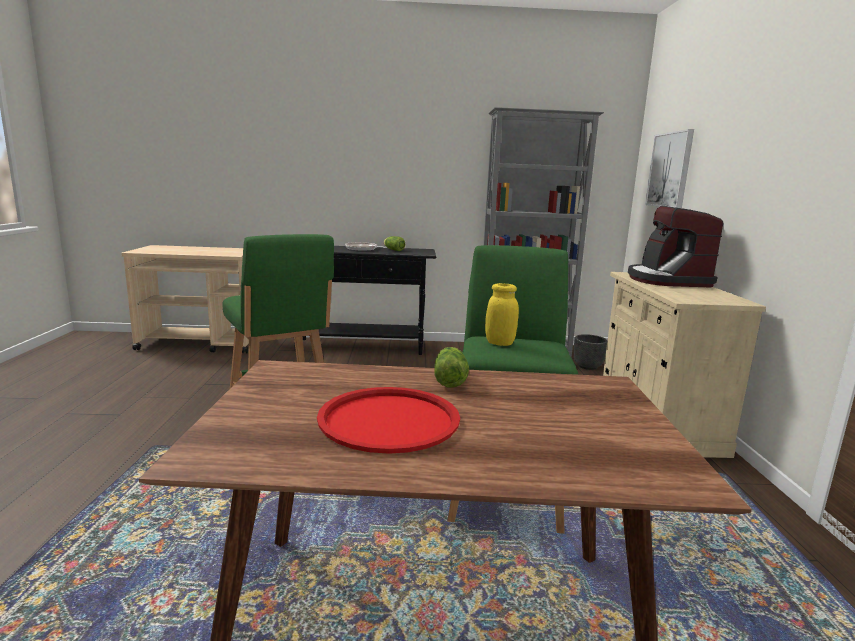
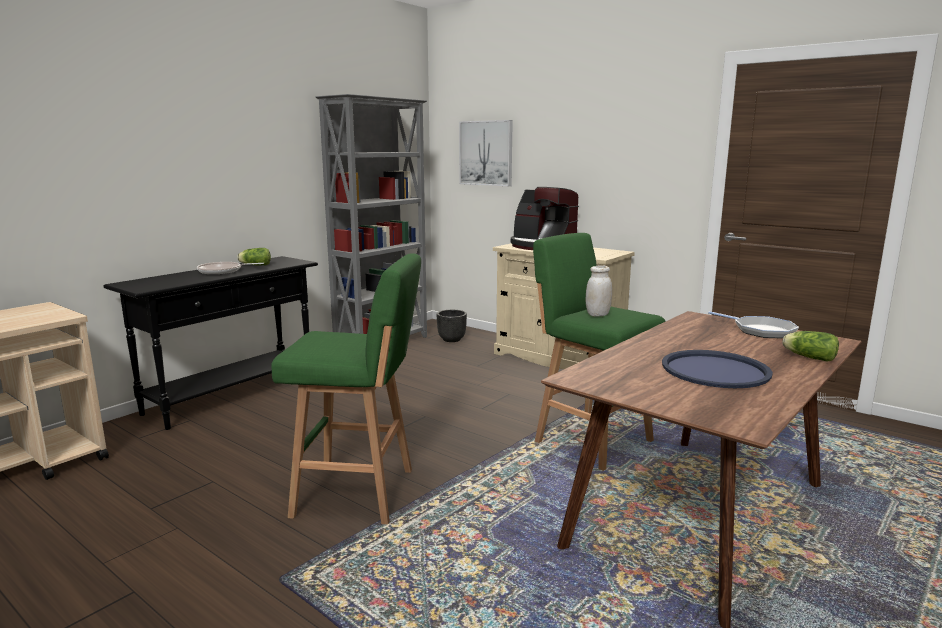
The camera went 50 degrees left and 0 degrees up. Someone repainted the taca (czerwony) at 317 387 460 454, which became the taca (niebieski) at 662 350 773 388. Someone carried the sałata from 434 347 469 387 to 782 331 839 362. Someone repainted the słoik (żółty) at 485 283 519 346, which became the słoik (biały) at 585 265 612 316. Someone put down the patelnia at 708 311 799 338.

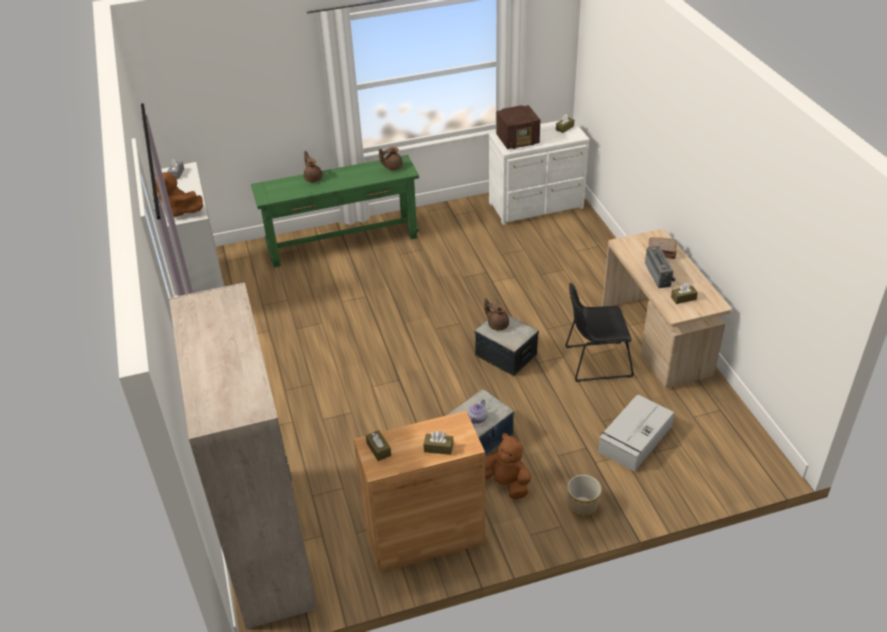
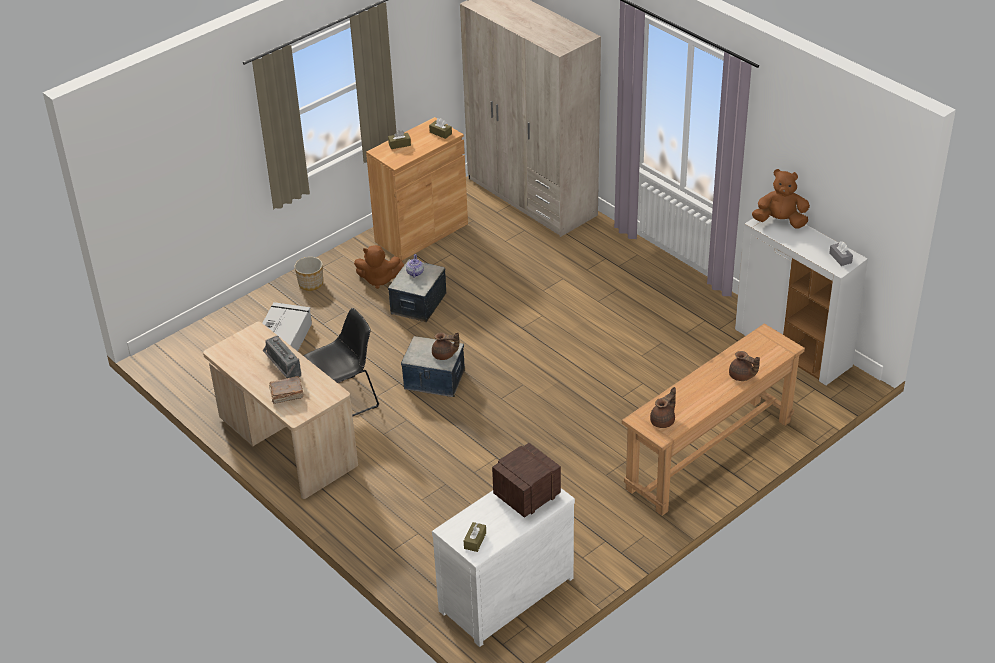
The camera went 155 degrees right and 0 degrees up. Someone repainted the stolik konsolowy (zielony) at 251 155 419 268, which became the stolik konsolowy (brązowy) at 622 323 805 516. Someone took away the pudełko chusteczek (brązowy) at 671 283 698 304.

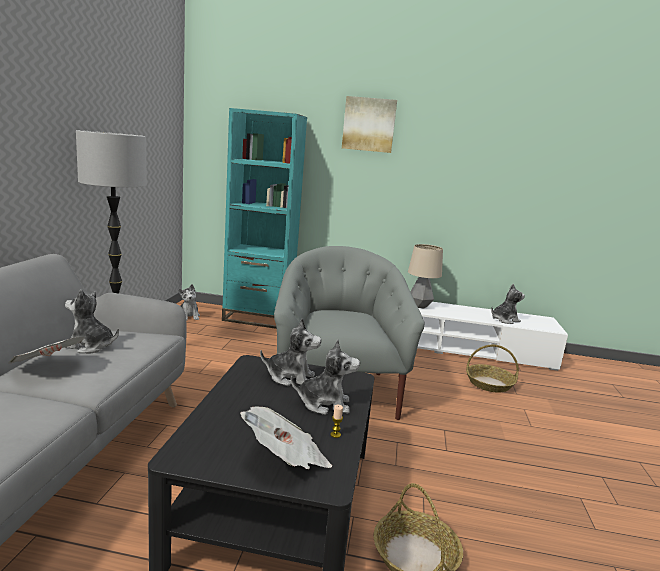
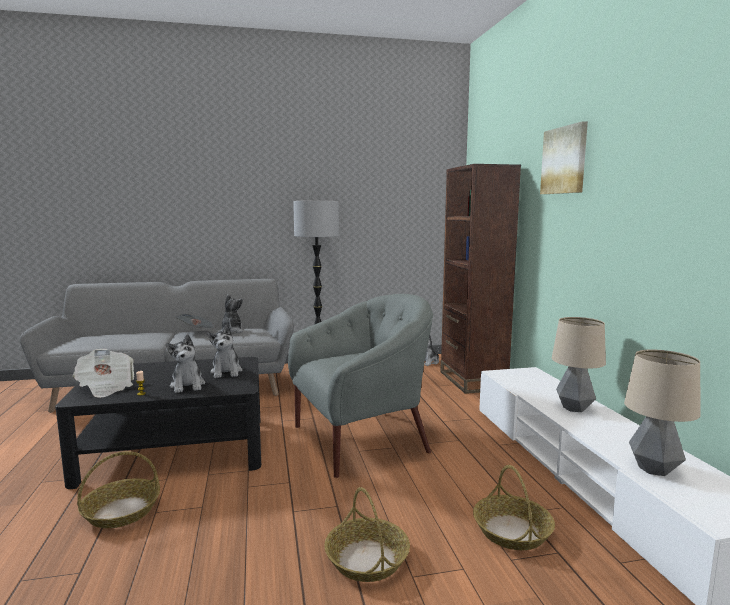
The camera went 70 degrees right and 5 degrees down. Someone repainted the regał (turkusowy) at 222 108 307 329, which became the regał (brązowy) at 440 164 521 394. Someone swapped the pluszak at 491 284 525 324 for the lampa stołowa at 624 349 701 476. Someone put down the koszyk at 324 487 410 582.

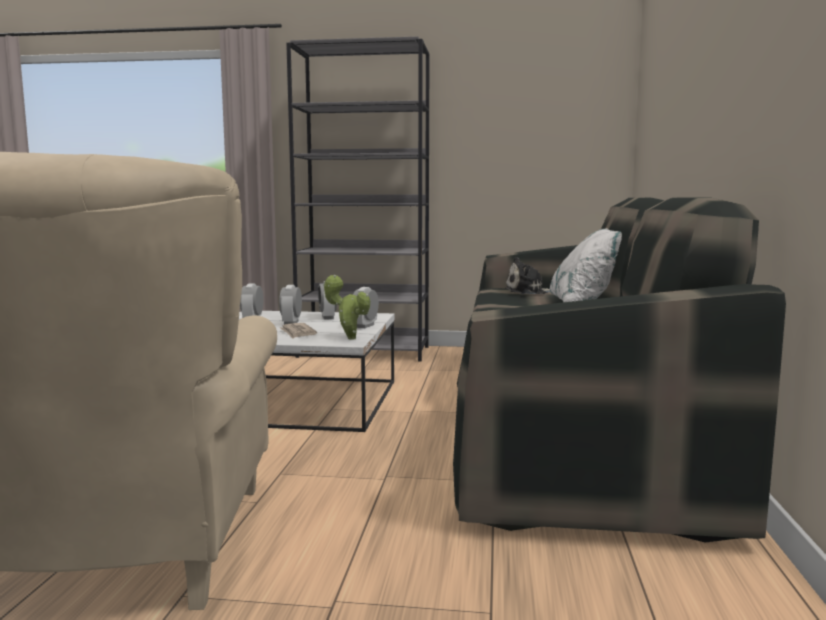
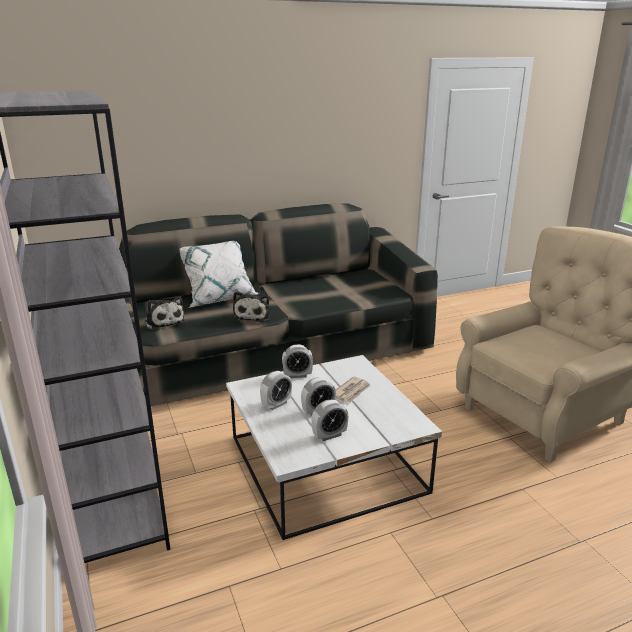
The camera went 120 degrees left and 15 degrees up. Someone took away the roślina doniczkowa at 323 275 370 340. Someone put down the pluszak at 233 291 270 322.

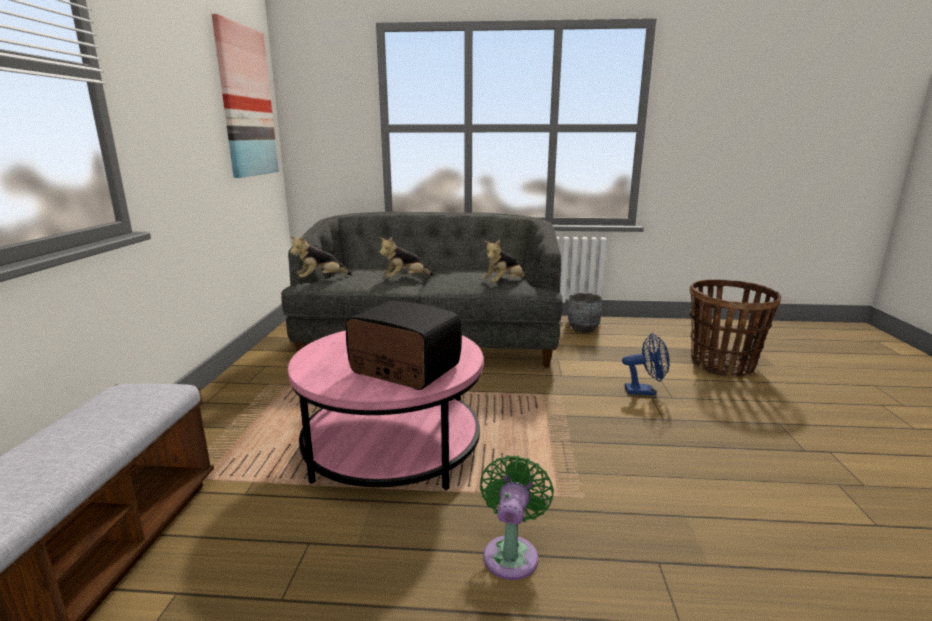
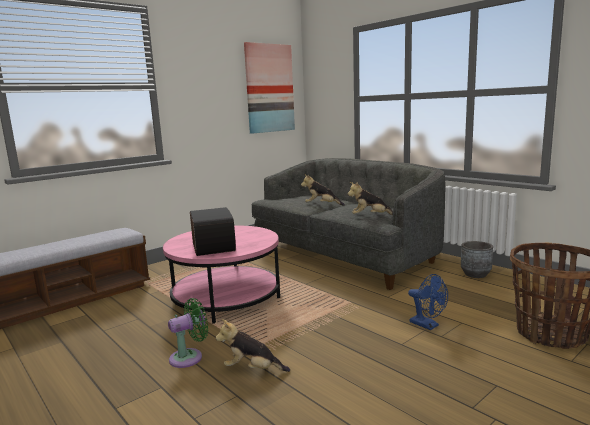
The camera went 45 degrees right and 5 degrees down. Someone carried the pluszak from 290 236 352 278 to 216 319 290 372.

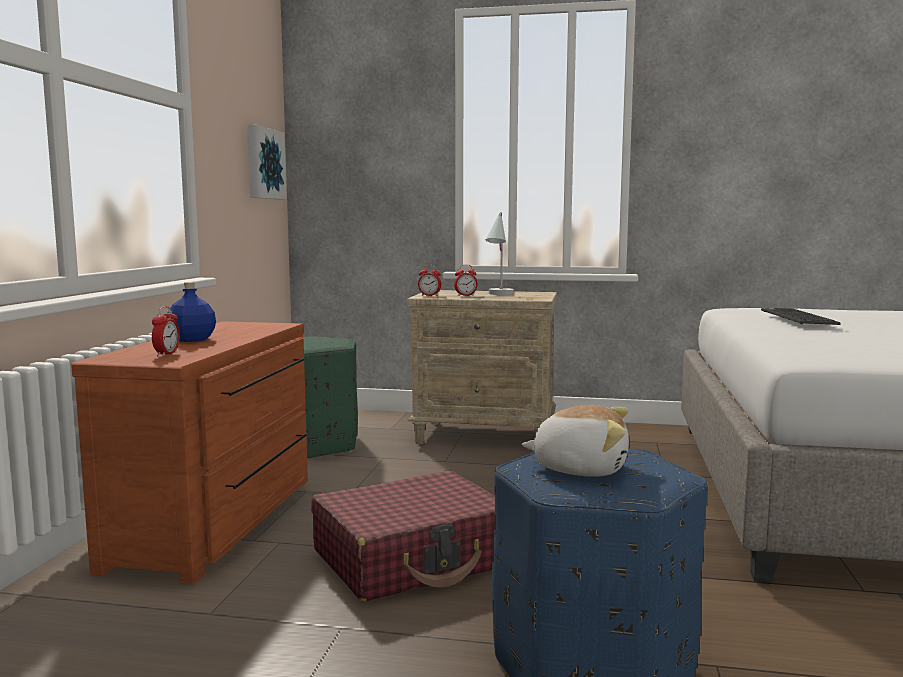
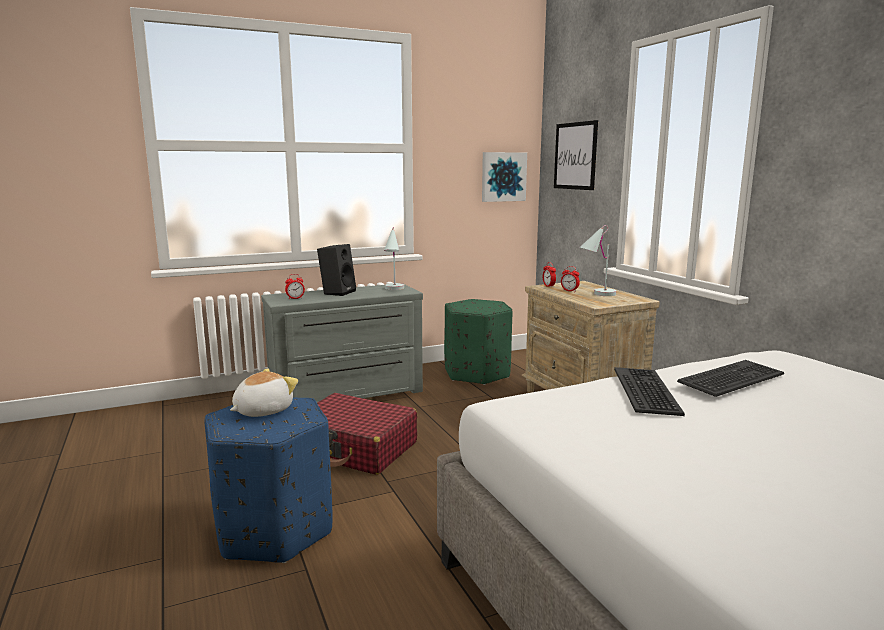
The camera went 55 degrees right and 5 degrees up. Someone repainted the komoda (brązowy) at 71 321 308 584, which became the komoda (szary) at 261 283 423 402. Someone swapped the butelka (niebieski) at 168 282 216 342 for the głośnik (czarny) at 317 244 356 296. Someone rotated the pluszak at 521 405 629 477 by 120 degrees counterclockwise. Someone put down the lampa stołowa (biały) at 384 227 404 290. Someone put up the obraz at 554 120 598 190. Someone put down the klawiatura at 614 367 685 416.

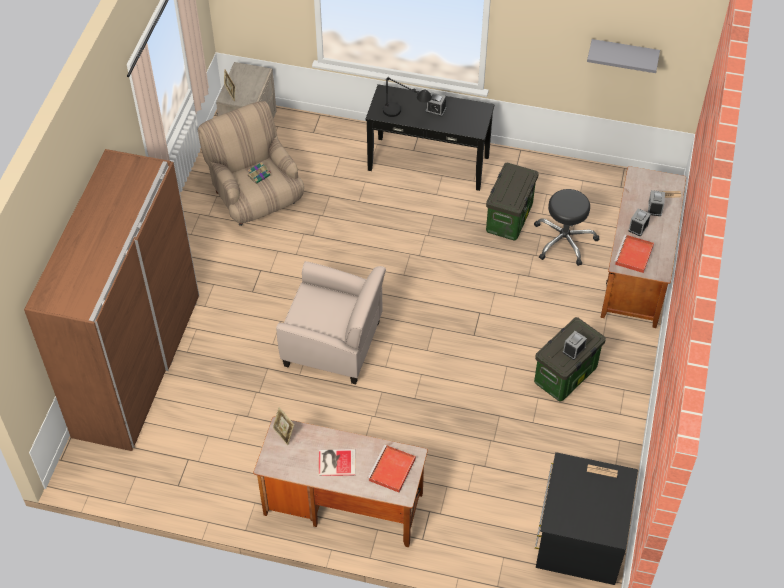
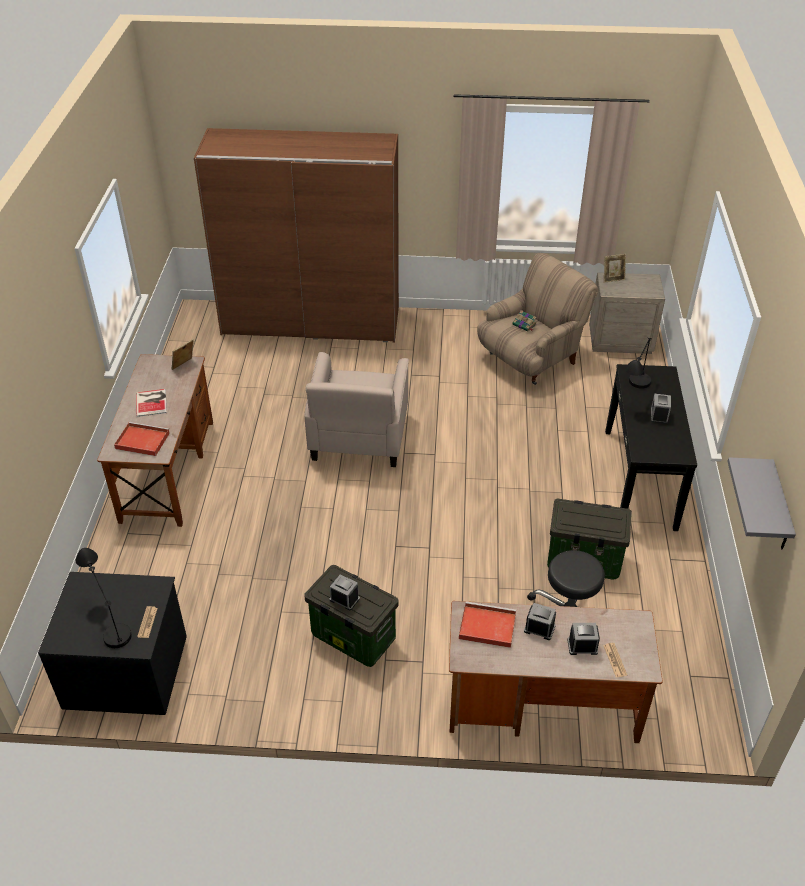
The camera went 80 degrees right and 10 degrees down. Someone put down the lampa stołowa (czarny) at 76 548 132 648.

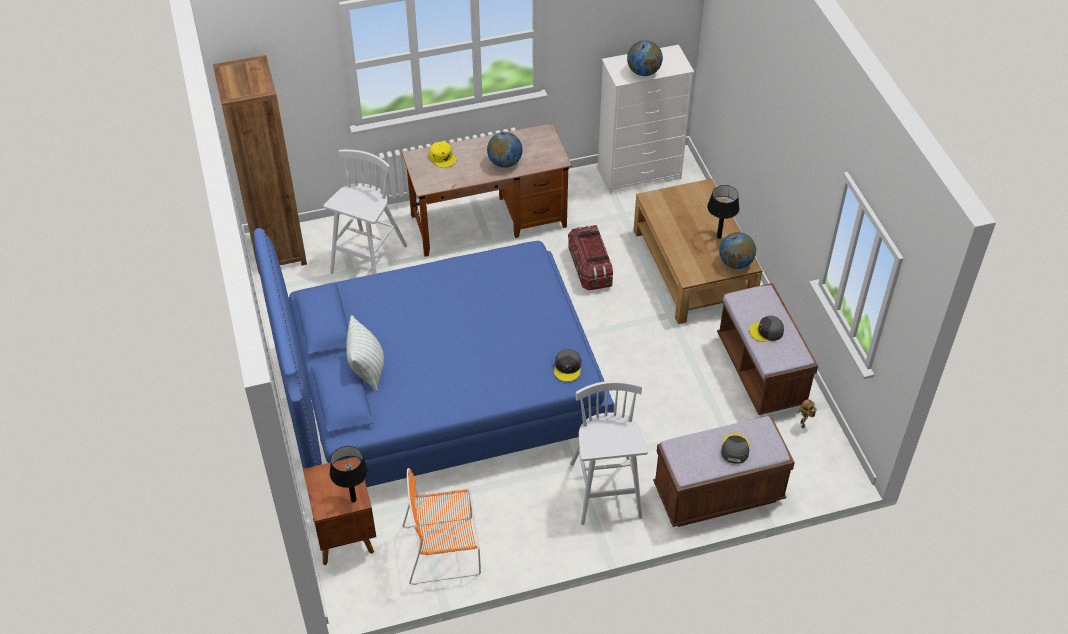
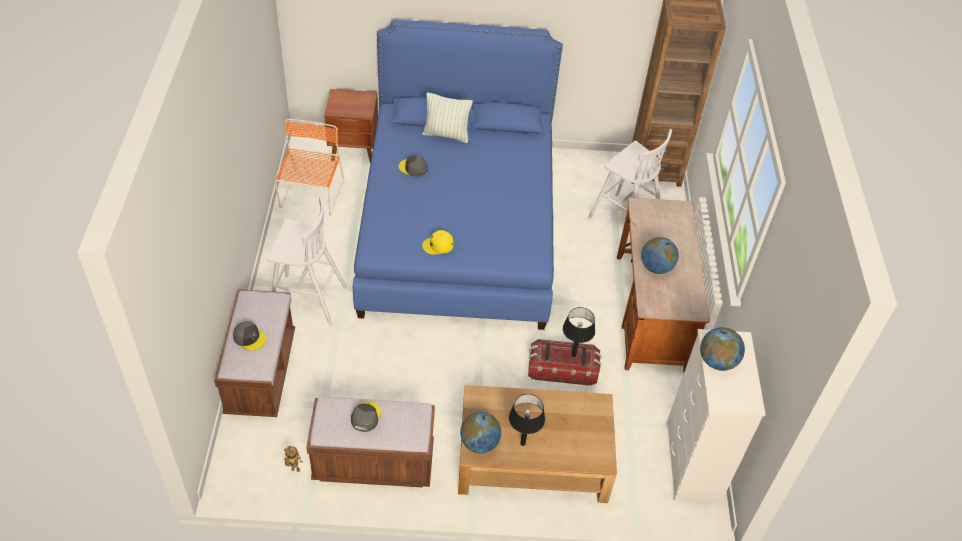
The camera went 105 degrees right and 0 degrees up. Someone carried the lampa stołowa (czarny) from 330 446 368 502 to 563 307 595 357. Someone carried the czapka z daszkiem (żółty) from 429 141 456 168 to 422 230 454 255. Someone carried the czapka z daszkiem (szary) from 554 349 581 382 to 399 155 428 177.

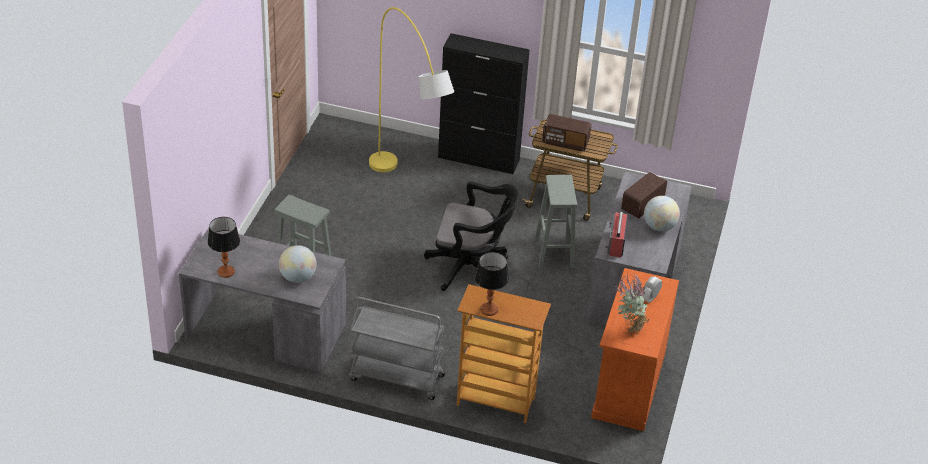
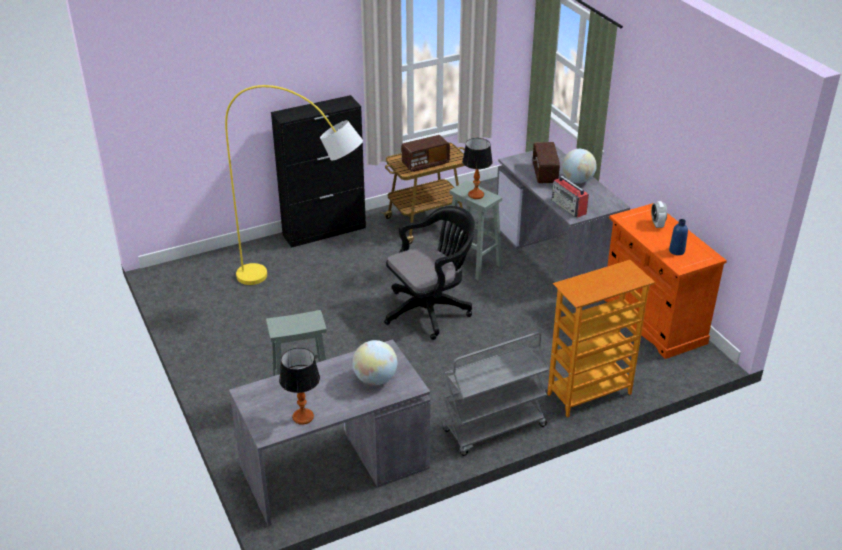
The camera went 40 degrees left and 5 degrees down. Someone carried the lampa stołowa from 475 252 509 316 to 462 138 493 199. Someone swapped the roślina doniczkowa at 616 273 649 336 for the butelka (niebieski) at 669 219 688 255.

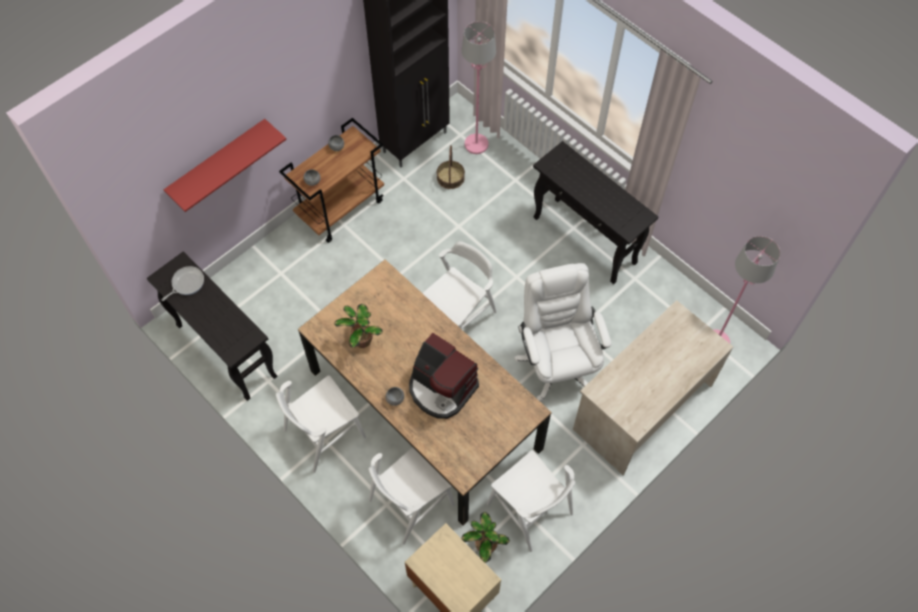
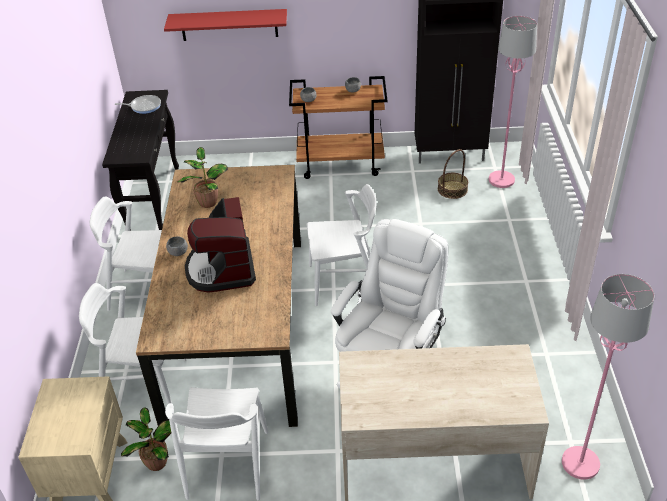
The camera went 45 degrees right and 20 degrees down. Someone took away the stolik konsolowy (czarny) at 533 141 658 284.

